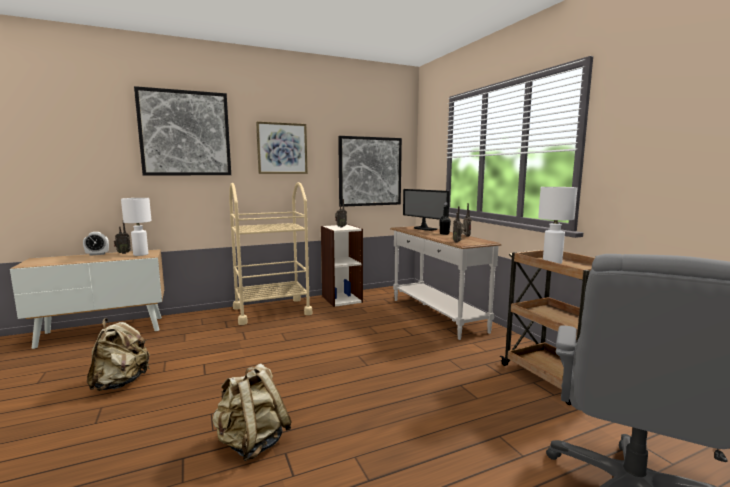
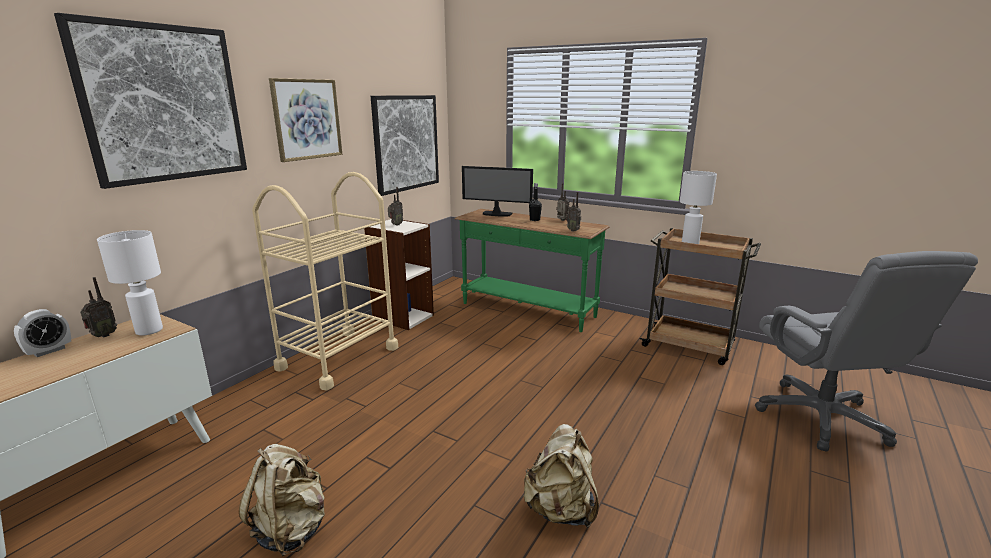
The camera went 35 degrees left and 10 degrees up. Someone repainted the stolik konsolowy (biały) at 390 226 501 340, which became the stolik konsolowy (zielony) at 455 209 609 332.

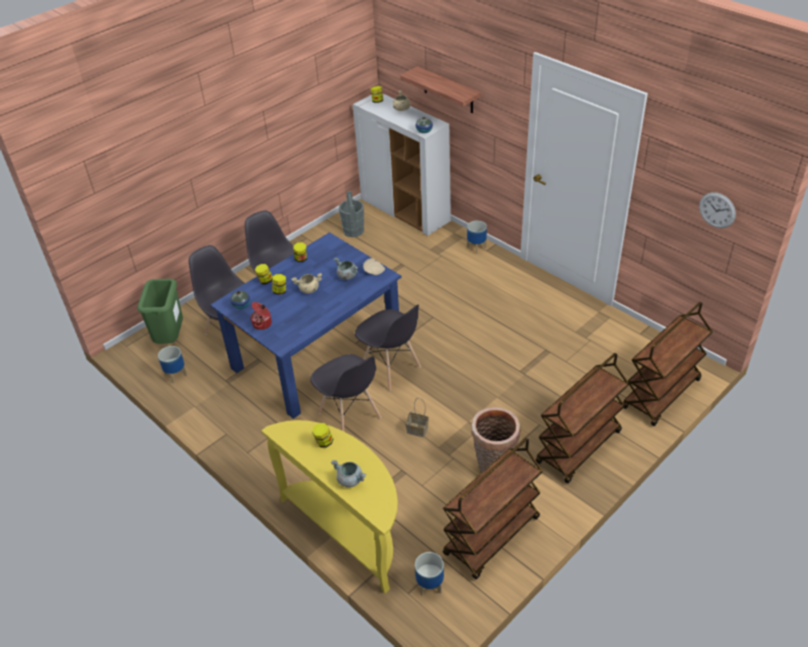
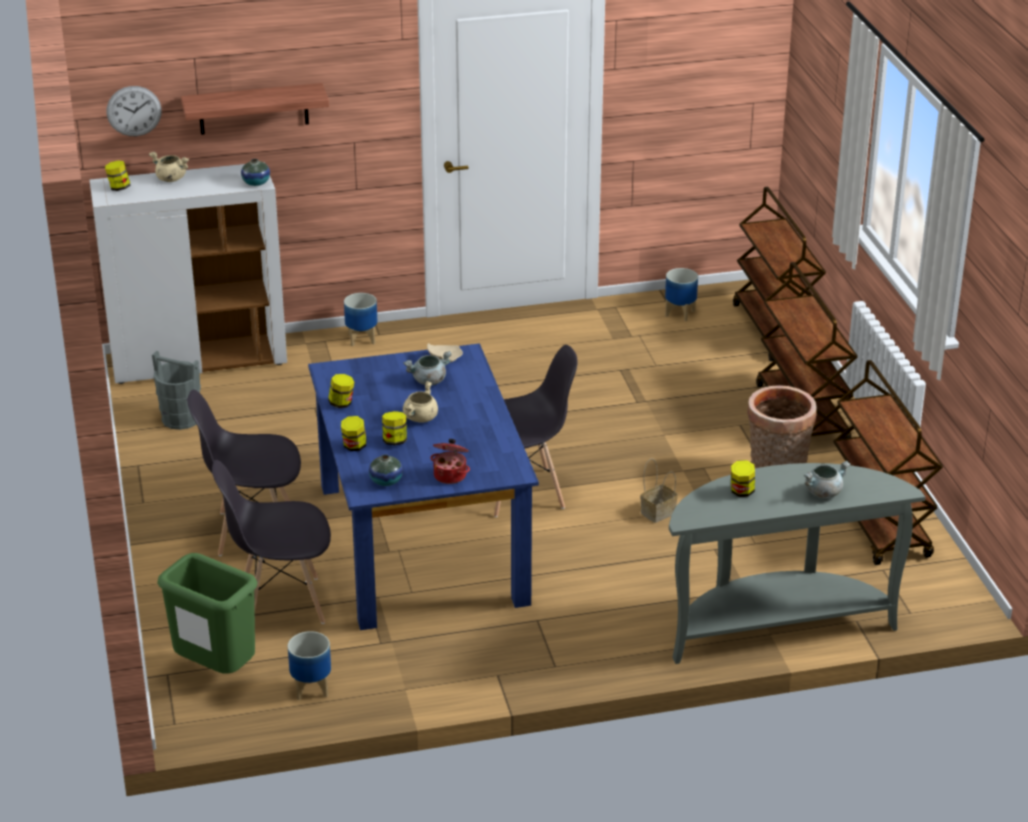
The camera went 60 degrees left and 10 degrees down. Someone repainted the stolik konsolowy (żółty) at 261 420 398 594, which became the stolik konsolowy (szary) at 669 463 925 664. Someone took away the krzesło (szary) at 310 354 381 431. Someone carried the donica from 415 552 444 596 to 665 268 698 321. Someone carried the zegar ścienny from 699 192 736 228 to 106 86 162 136.

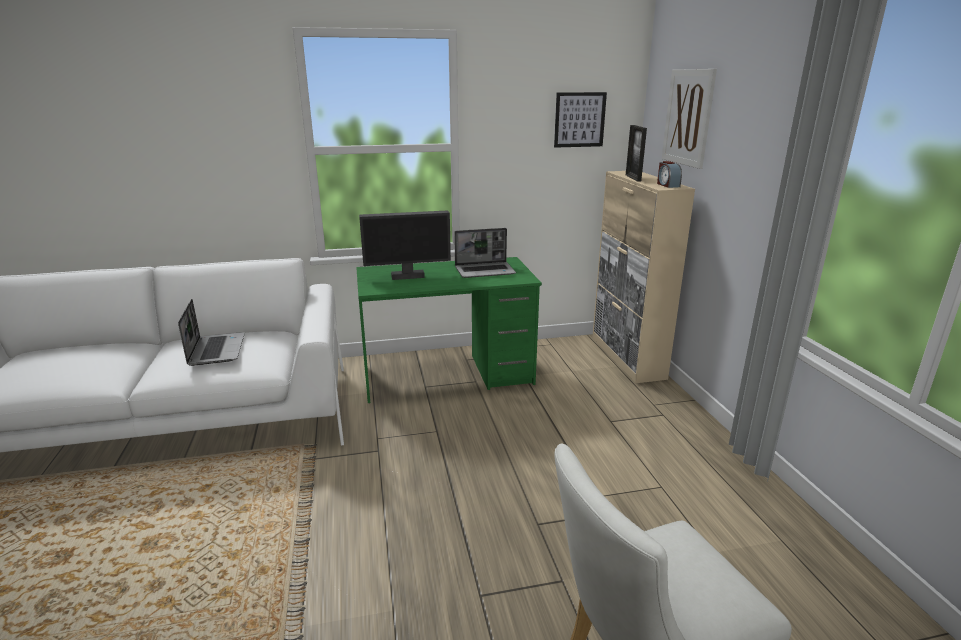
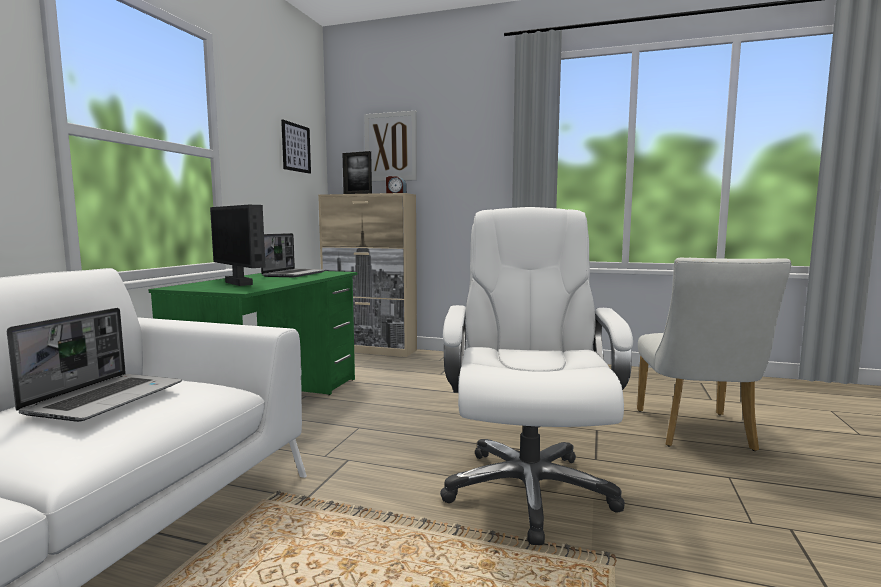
The camera went 60 degrees left and 15 degrees down. Someone rotated the laptop at 178 299 245 366 by 90 degrees clockwise. Someone rotated the monitor at 359 210 451 280 by 120 degrees clockwise. Someone put down the krzesło biurowe (biały) at 440 207 633 545.

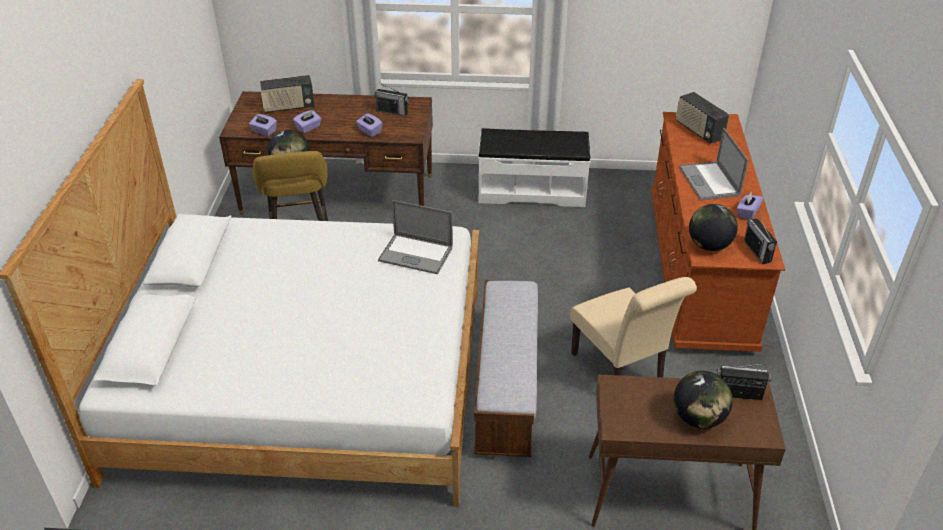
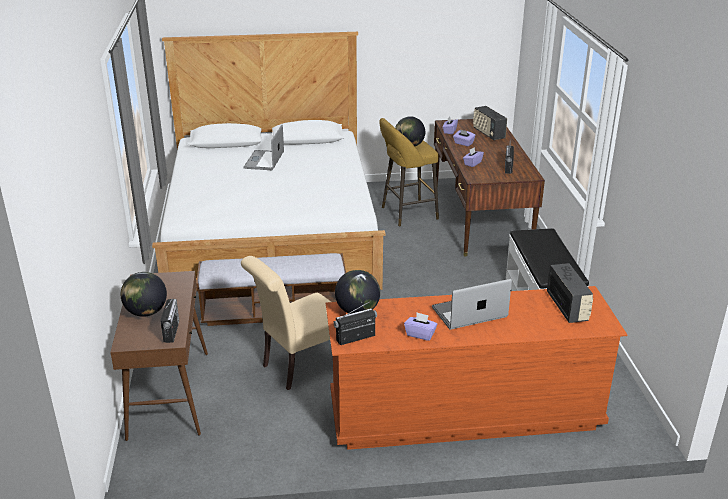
The camera went 80 degrees right and 10 degrees down. Someone carried the laptop from 378 200 453 274 to 243 125 284 170. Someone rotated the radio at 676 92 729 144 by 120 degrees clockwise.

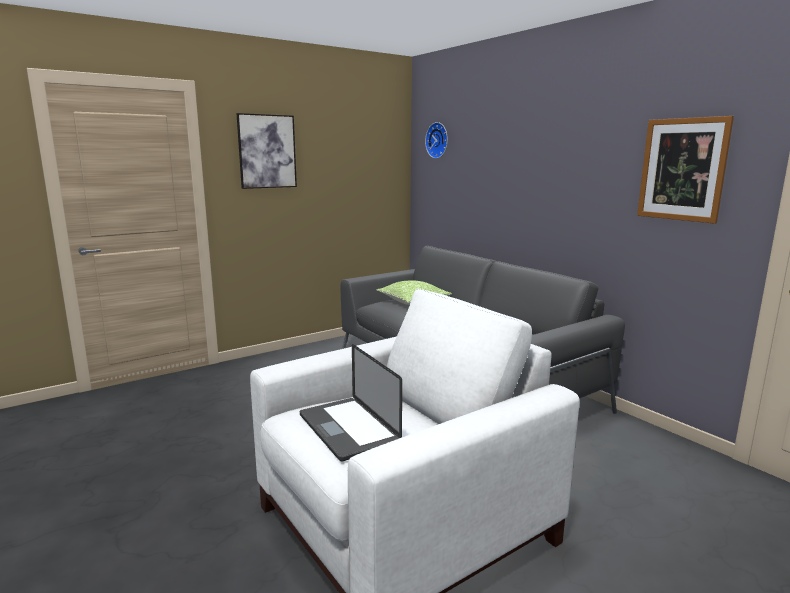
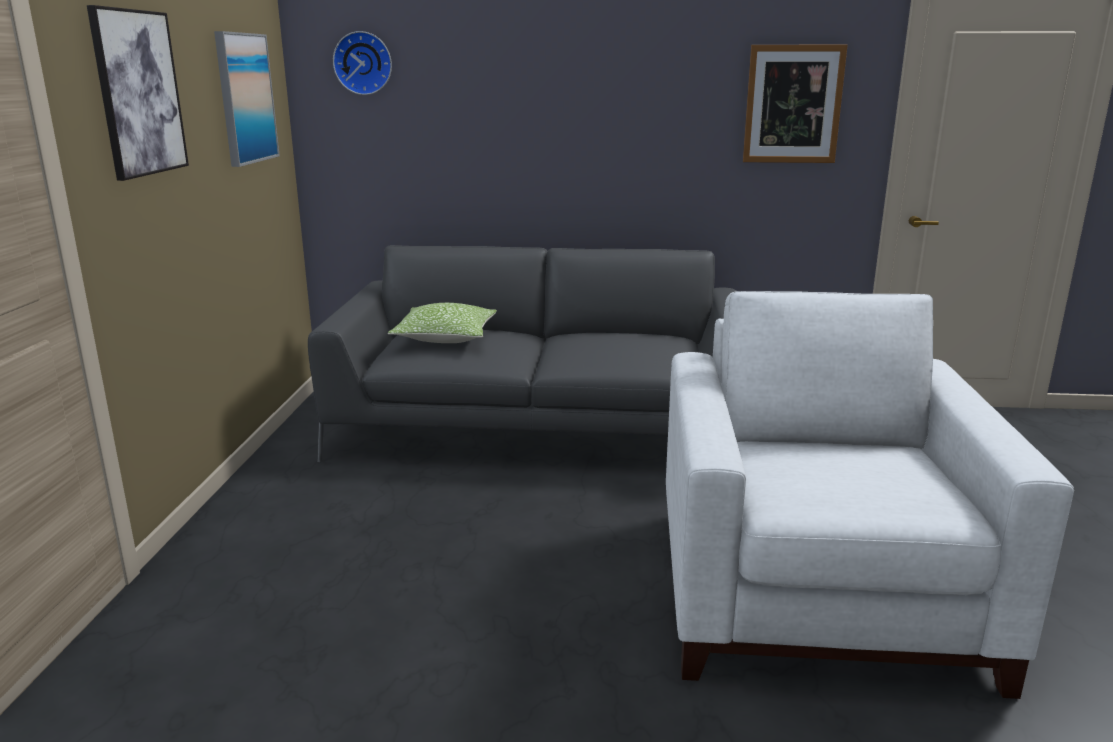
The camera went 50 degrees left and 5 degrees up. Someone took away the laptop at 300 344 402 461. Someone put up the obraz at 214 31 280 167.

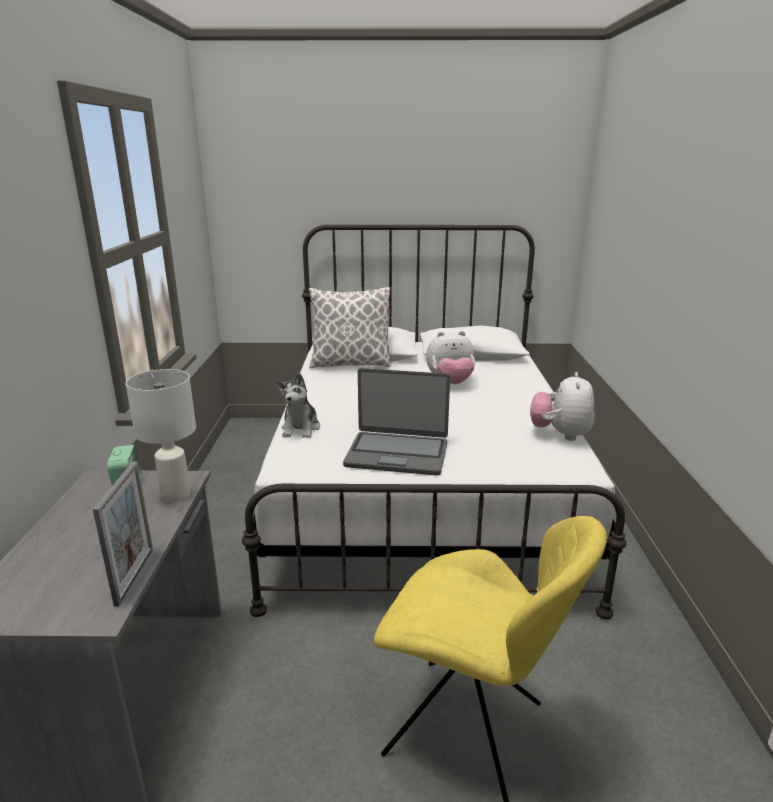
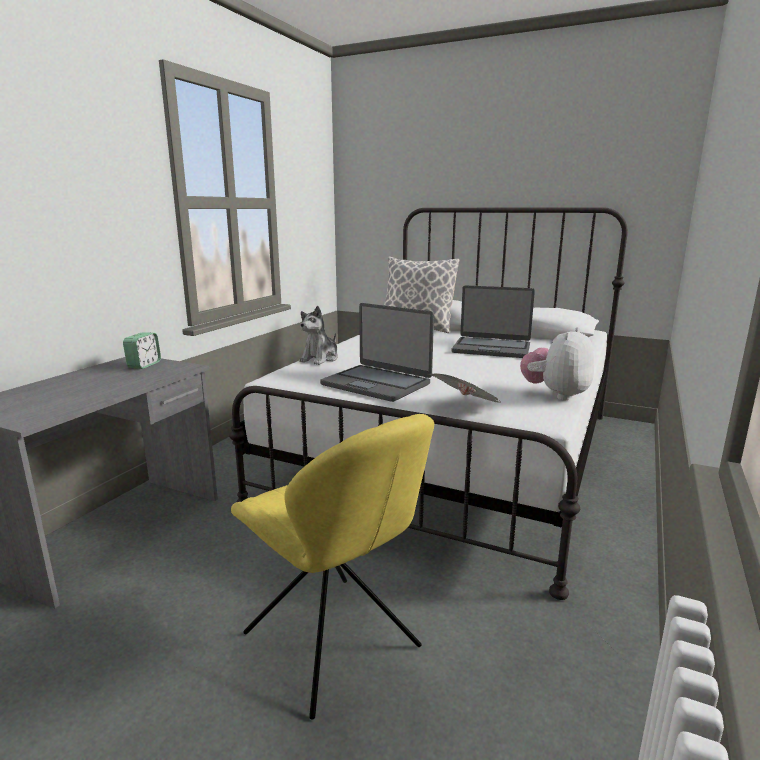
The camera went 25 degrees right and 5 degrees down. Someone took away the ramka na zdjęcie at 93 461 153 607. Someone took away the lampa stołowa (biały) at 126 369 196 503. Someone swapped the pluszak at 426 331 475 384 for the laptop at 452 285 535 358. Someone put down the gazeta at 428 373 499 402.

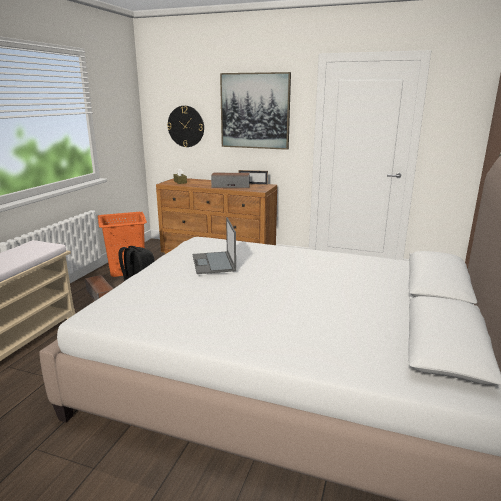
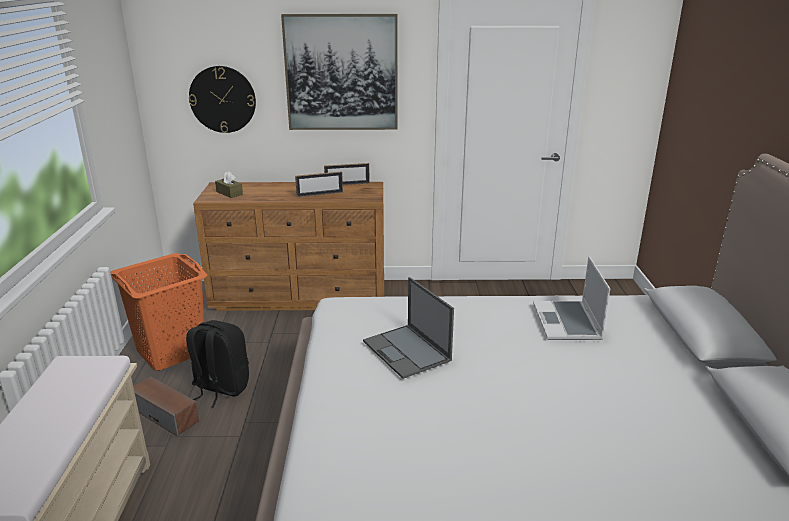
The camera went 20 degrees left and 5 degrees up. Someone swapped the głośnik at 211 173 250 188 for the ramka na zdjęcie at 295 171 343 197. Someone put down the laptop at 533 256 610 340.

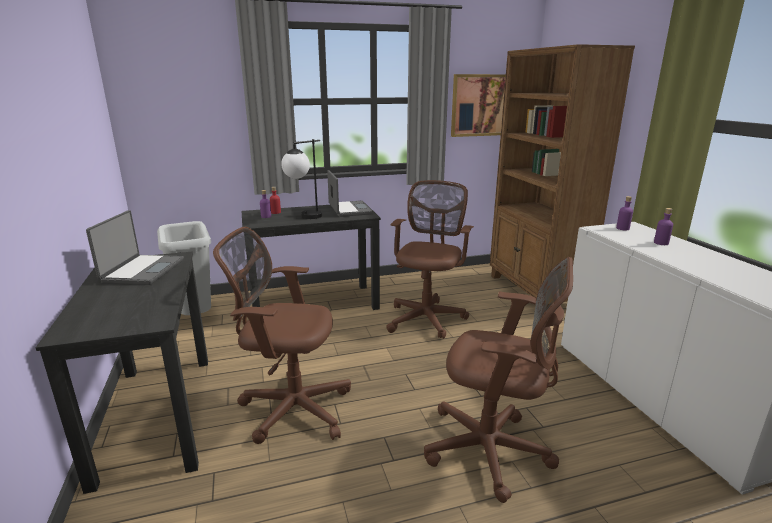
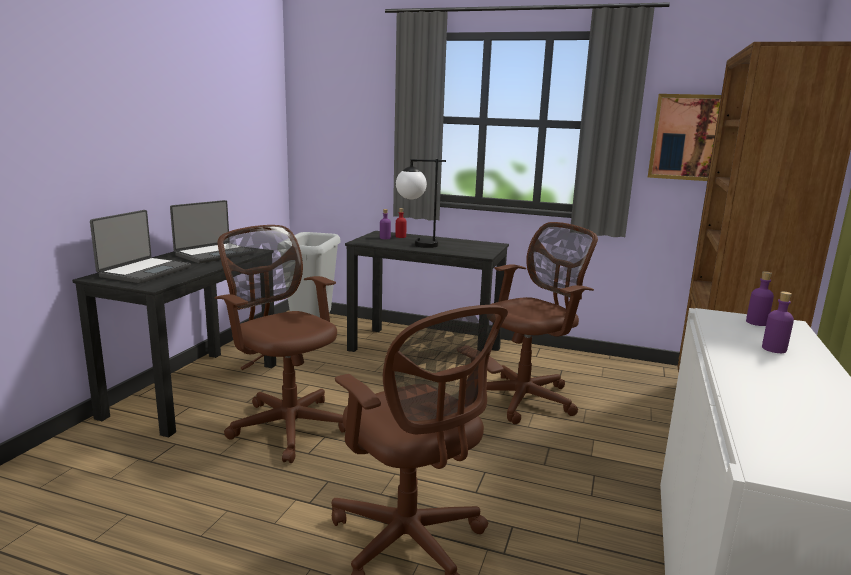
The camera went 35 degrees right and 5 degrees down. Someone carried the laptop from 327 170 373 217 to 90 210 191 283.

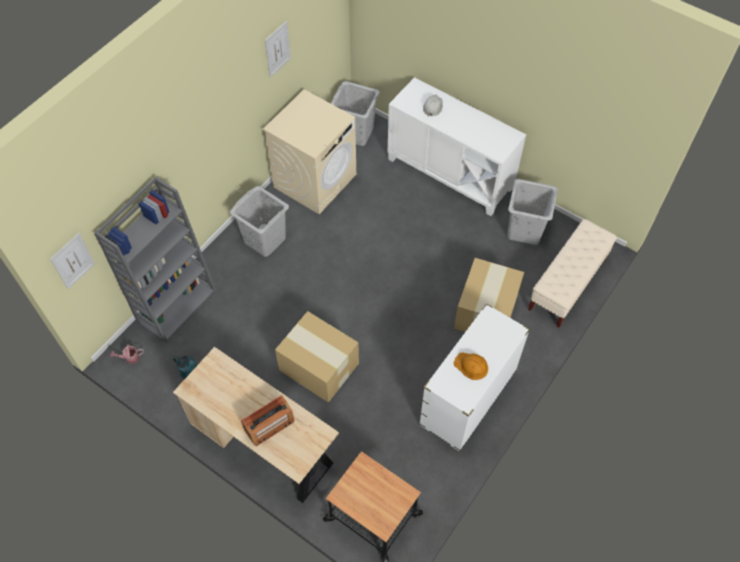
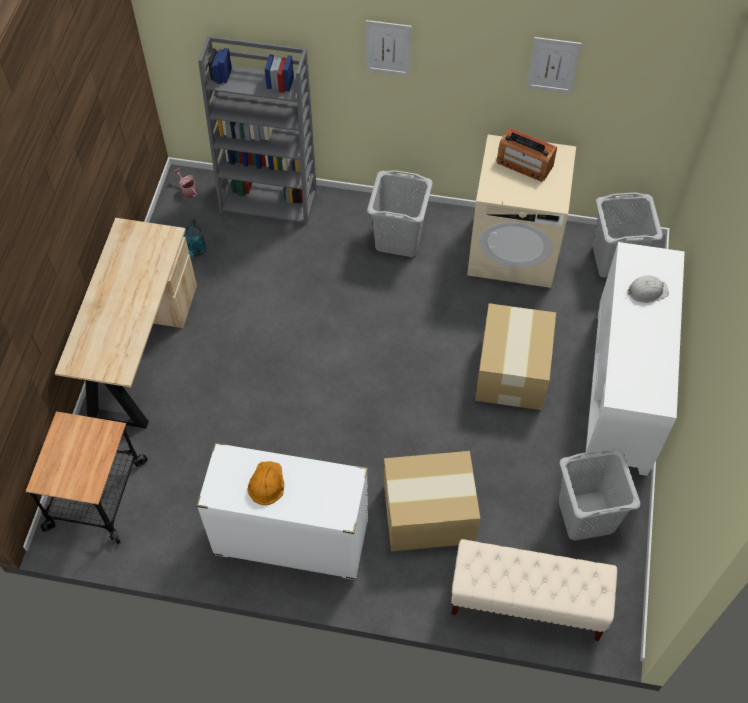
The camera went 65 degrees right and 0 degrees up. Someone carried the obraz from 50 233 95 289 to 366 20 412 77. Someone carried the radio from 241 395 294 446 to 497 128 557 182. Someone carried the karton from 275 311 359 403 to 475 303 556 410.

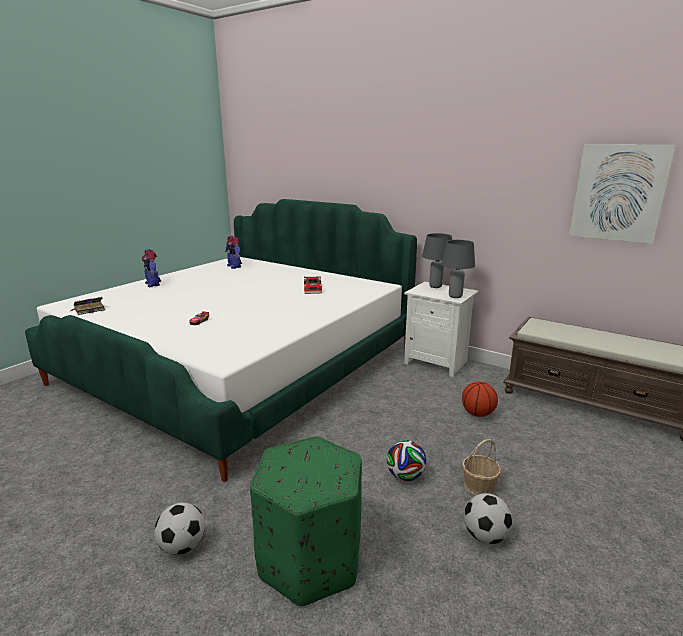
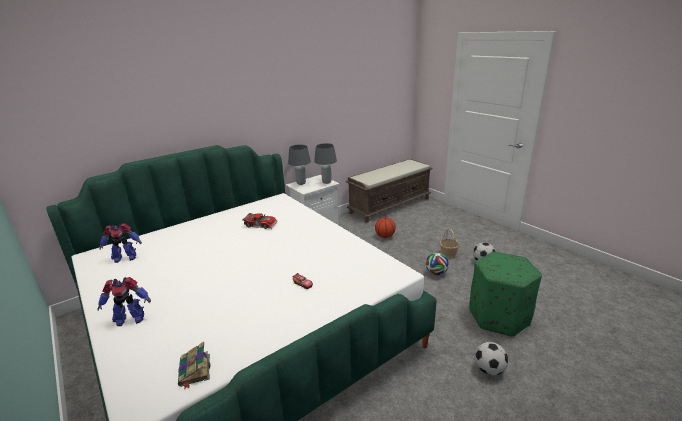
The camera went 70 degrees left and 5 degrees up. Someone took away the obraz at 569 145 676 244.

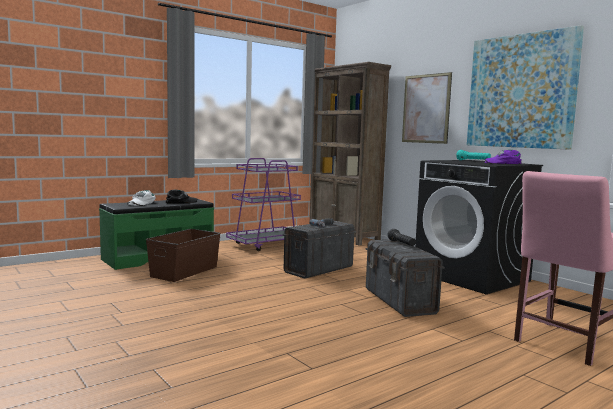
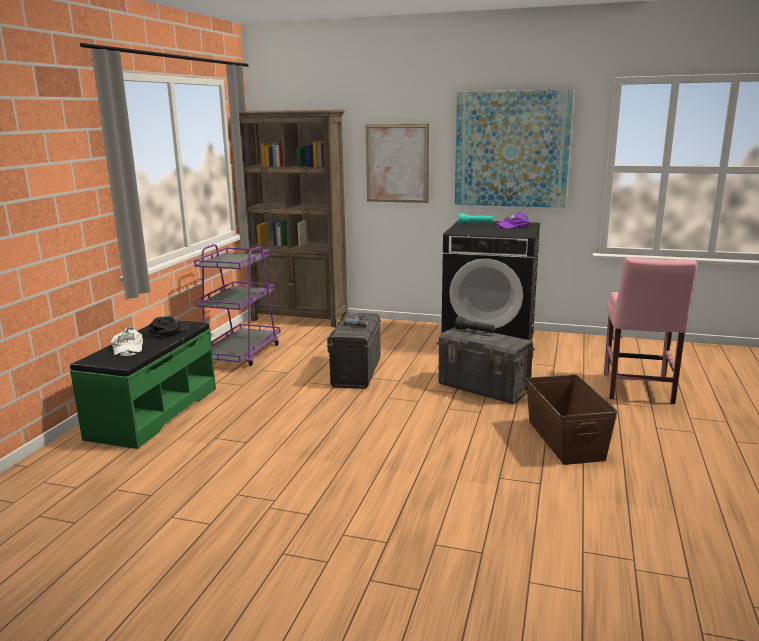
The camera went 35 degrees left and 10 degrees up. Someone carried the pojemnik do przechowywania (brązowy) from 146 229 221 282 to 526 374 618 465.

